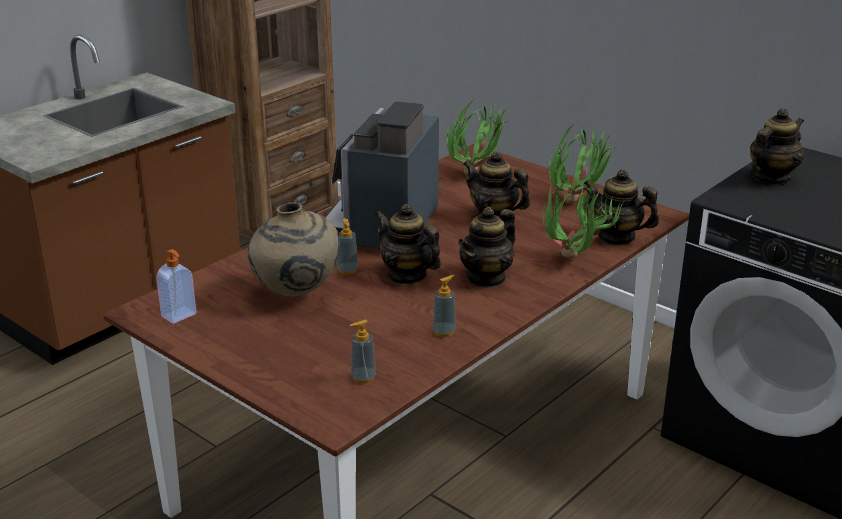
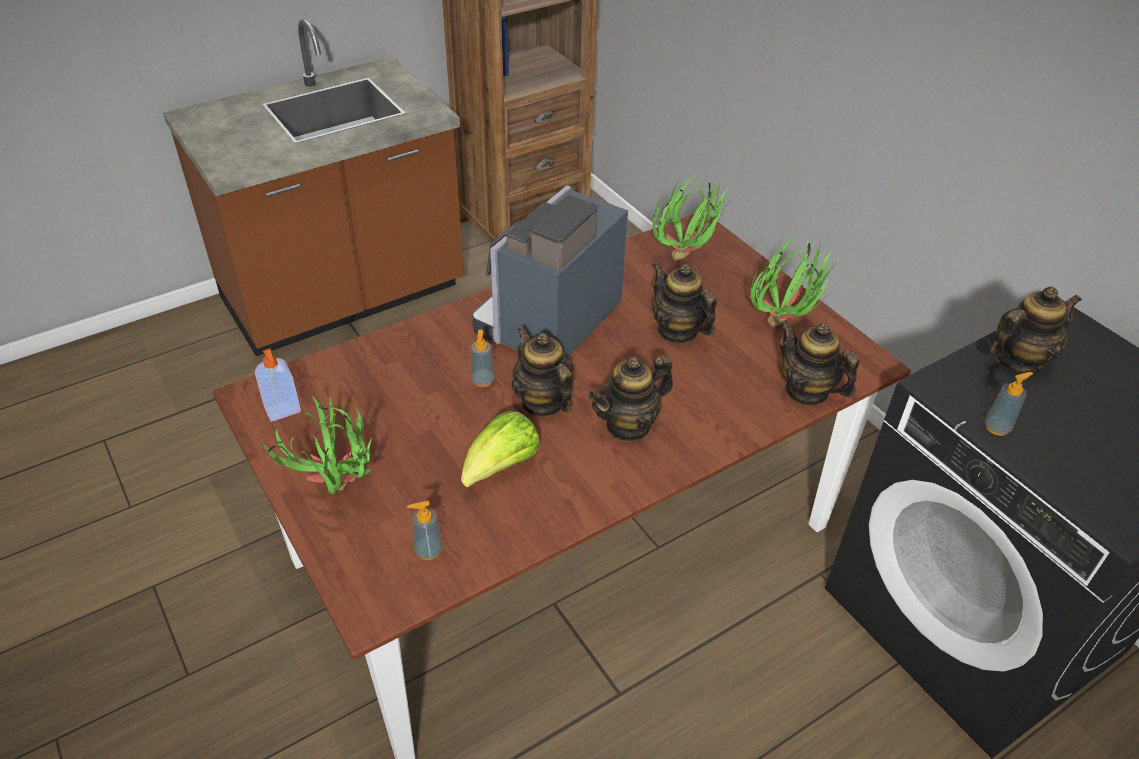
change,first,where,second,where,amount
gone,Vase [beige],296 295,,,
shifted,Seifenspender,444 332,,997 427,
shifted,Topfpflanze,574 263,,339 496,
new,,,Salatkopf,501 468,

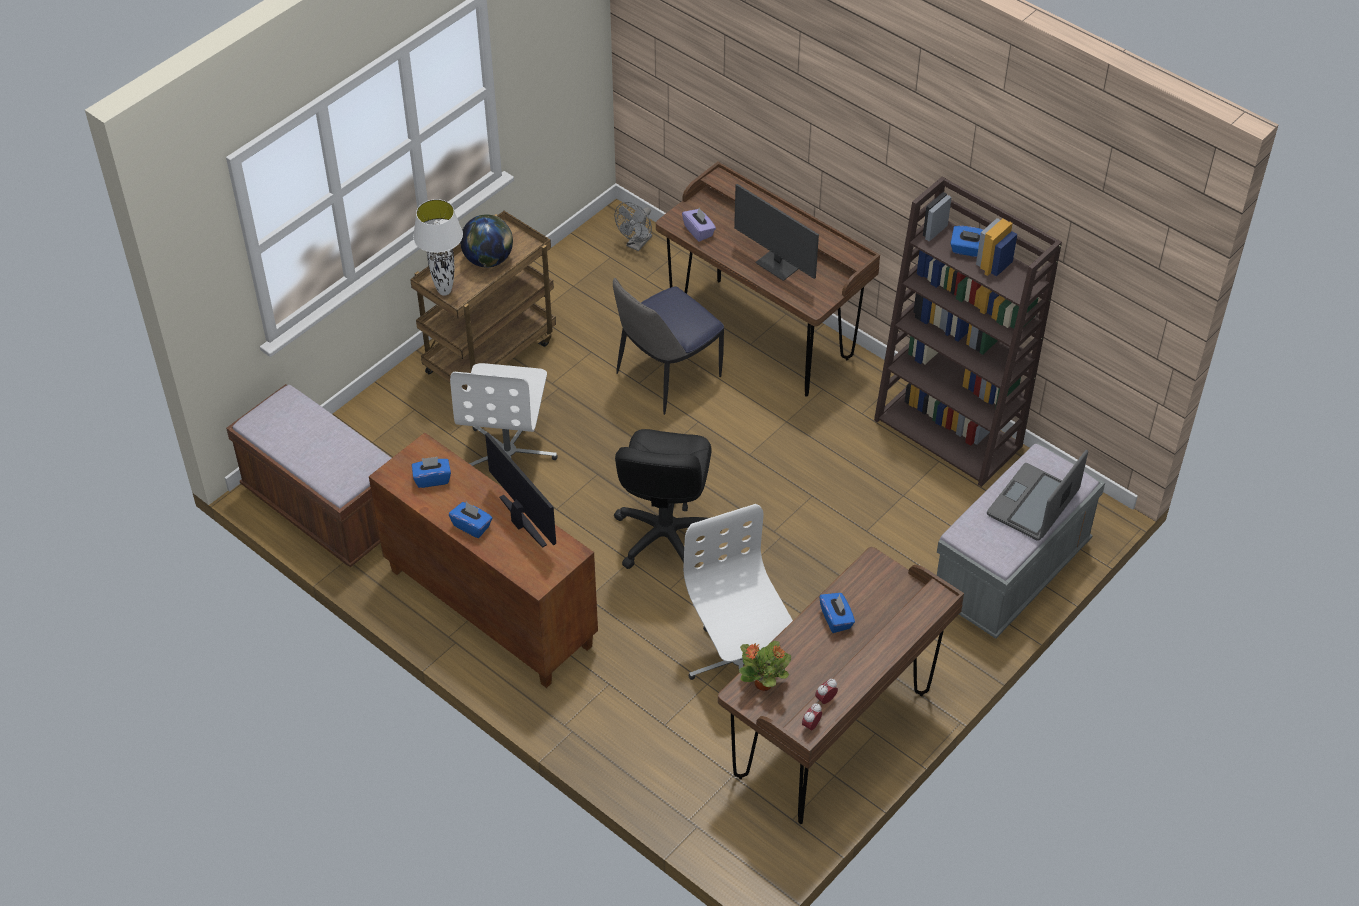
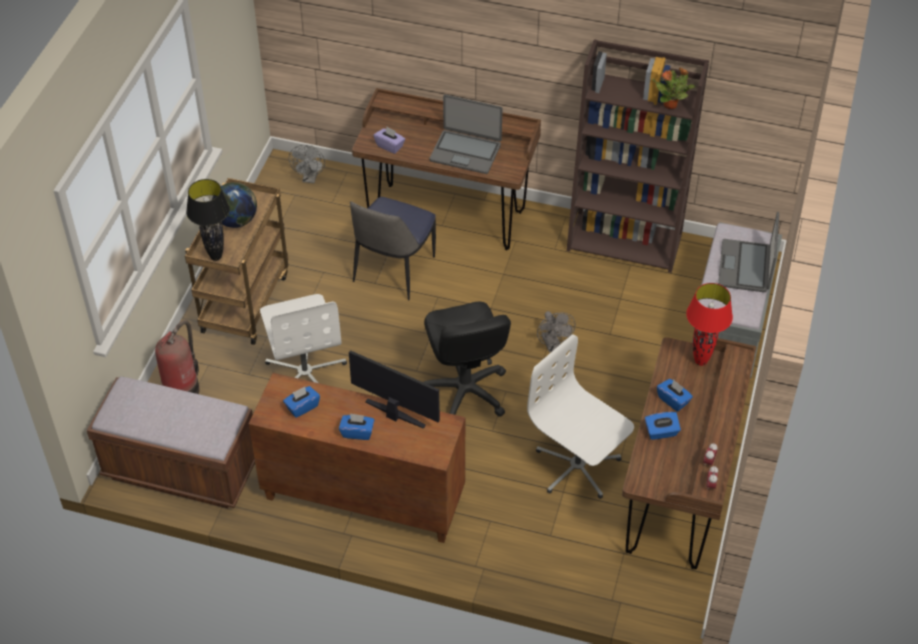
change,first,where,second,where,amount
repainted,Tischlampe [weiß],445 291,Tischlampe [schwarz],216 257,
swapped,Monitor,778 265,Laptop,465 152,
shifted,Topfpflanze,764 683,,671 105,
shifted,Taschentuchbox [blau],968 250,,661 432,
new,,,Feuerlöscher,183 388,
new,,,Ventilator [grau],553 345,
new,,,Tischlampe [rot],700 361,

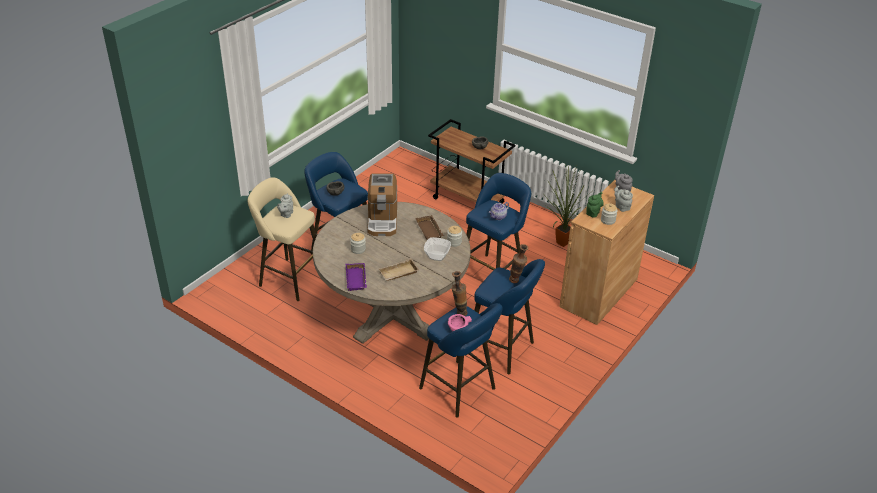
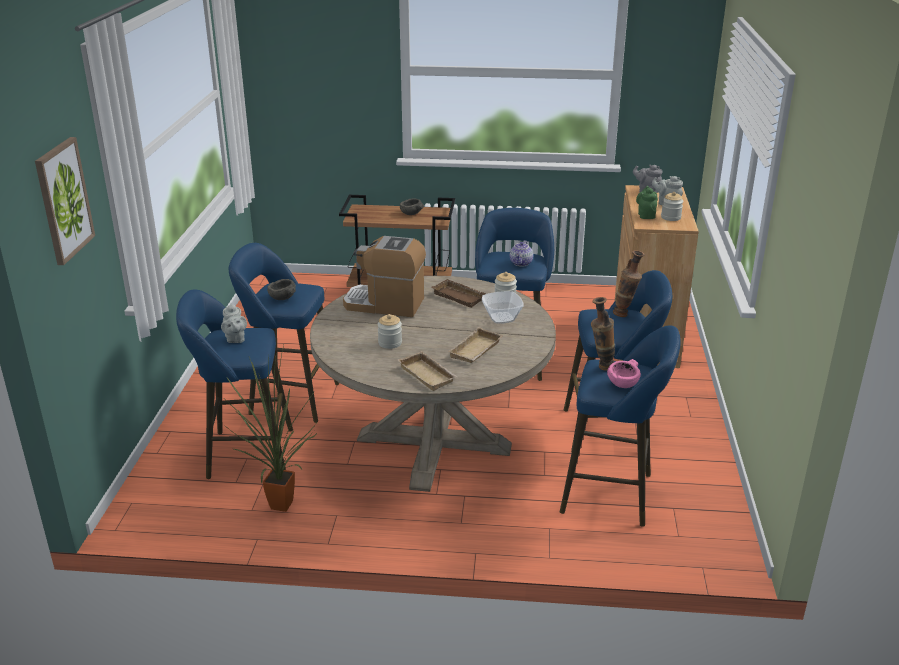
change,first,where,second,where,amount
repainted,Hocker [beige],289 278,Hocker [blau],244 453,
repainted,Tablett [lila],357 279,Tablett [beige],429 375,
rotated,Kaffeemaschine,382 220,,385 304,135 degrees clockwise
shifted,Topfpflanze,560 244,,279 508,
new,,,Bild,63 200,

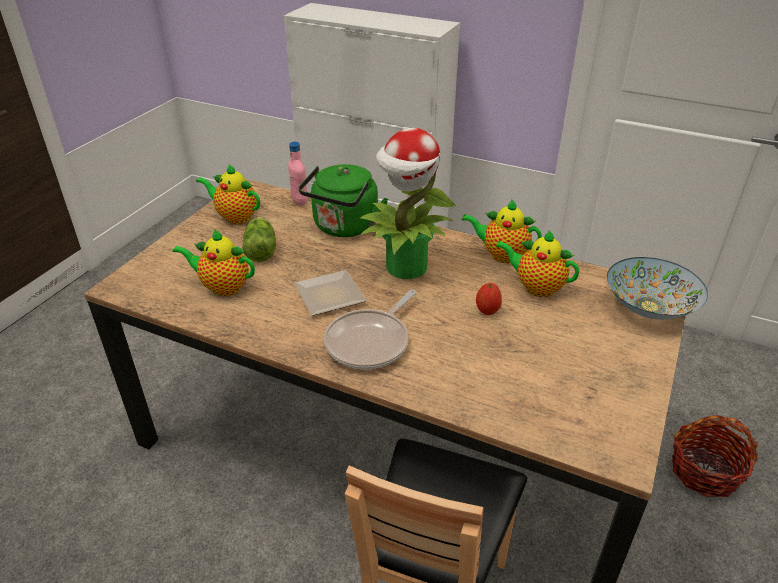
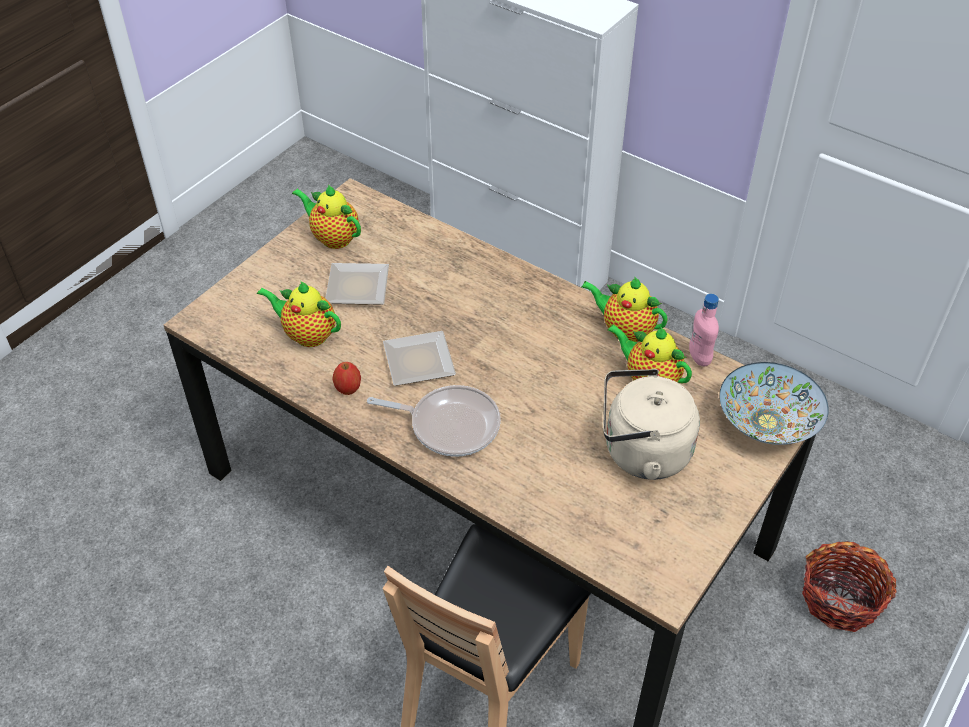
change,first,where,second,where,amount
swapped,Salatkopf,261 249,Teller,355 288,
shifted,Flasche [rosa],299 201,,699 357,
gone,Wasserkessel [grün],344 227,,,
rotated,Pfanne,370 342,,449 425,120 degrees counterclockwise
gone,Topfpflanze,406 268,,,
shifted,Apfel,487 310,,348 388,
new,,,Wasserkessel [beige],641 452,

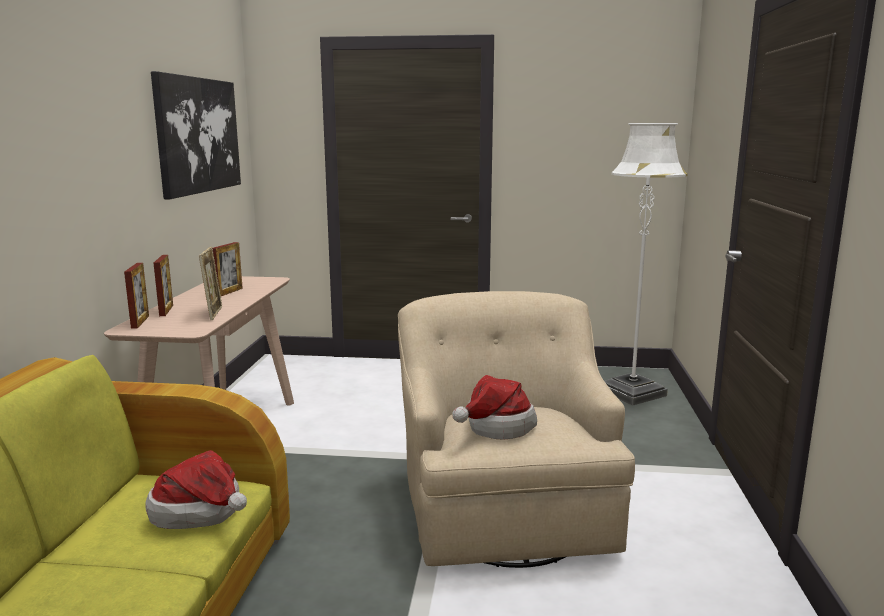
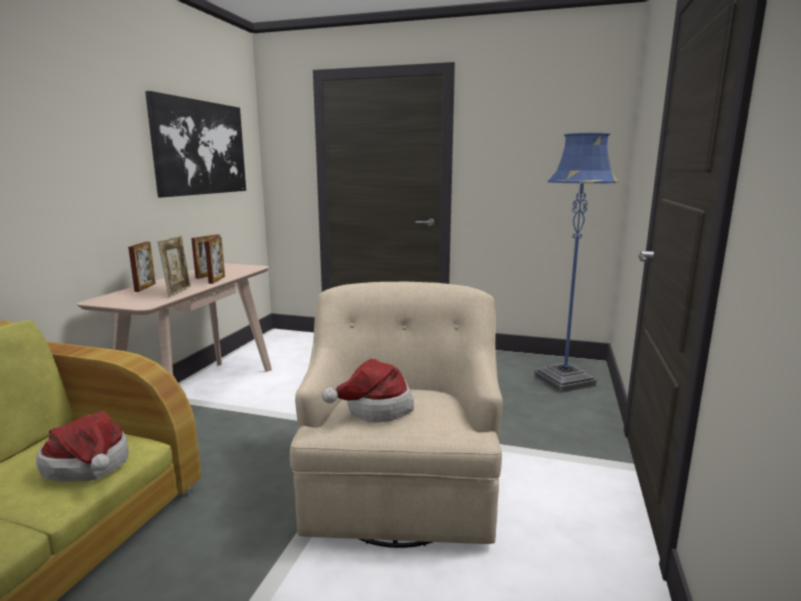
change,first,where,second,where,amount
shifted,Bilderrahmen,140 322,,217 280,
repainted,Stehlampe [weiß],632 393,Stehlampe [blau],564 381,

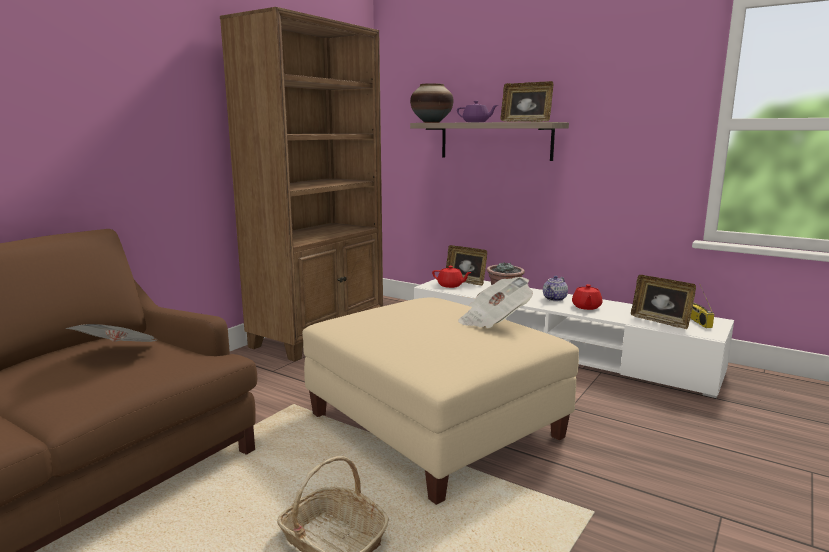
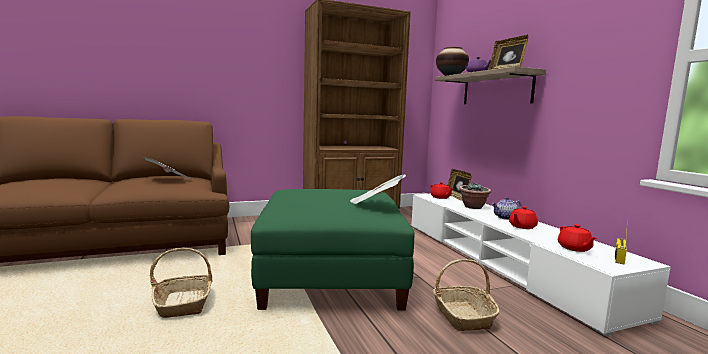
change,first,where,second,where,amount
repainted,Polsterhocker [beige],434 425,Polsterhocker [grün],331 275,
swapped,Bilderrahmen,660 321,Teekanne [rot],574 248,
new,,,Korb,462 315,

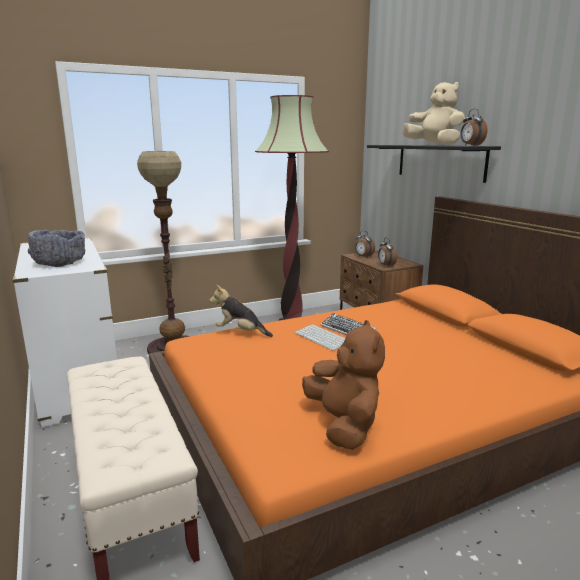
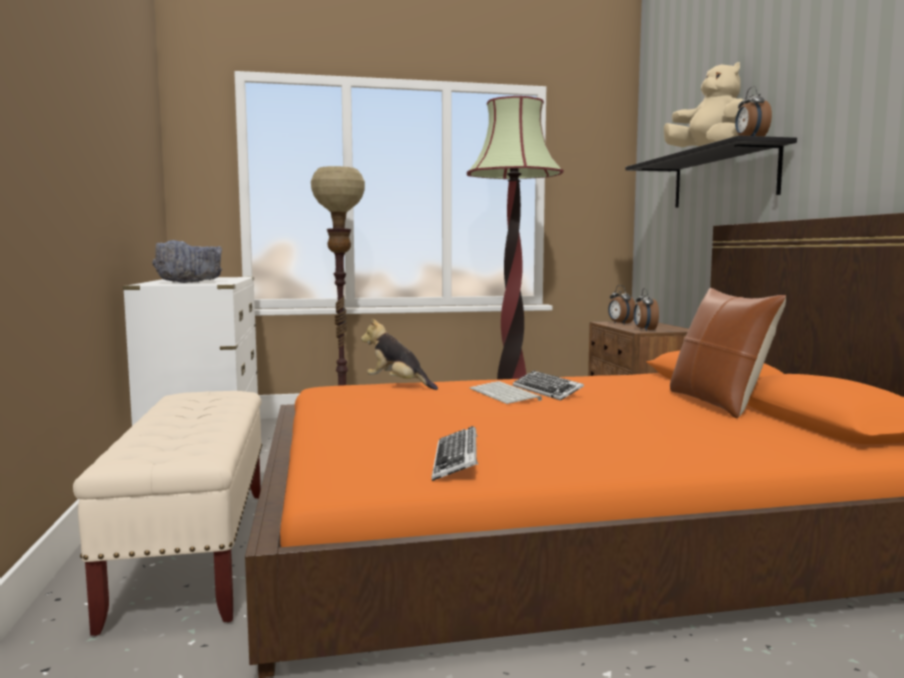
change,first,where,second,where,amount
swapped,Plüschtier [braun],344 425,Tastatur,456 461,
new,,,Kissen [braun],718 403,

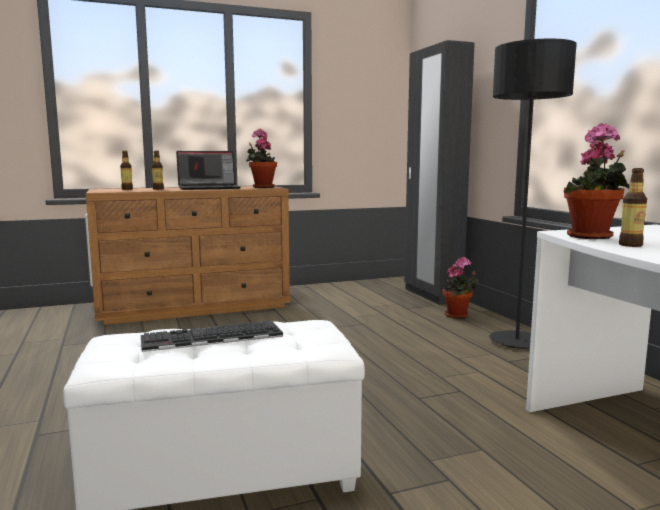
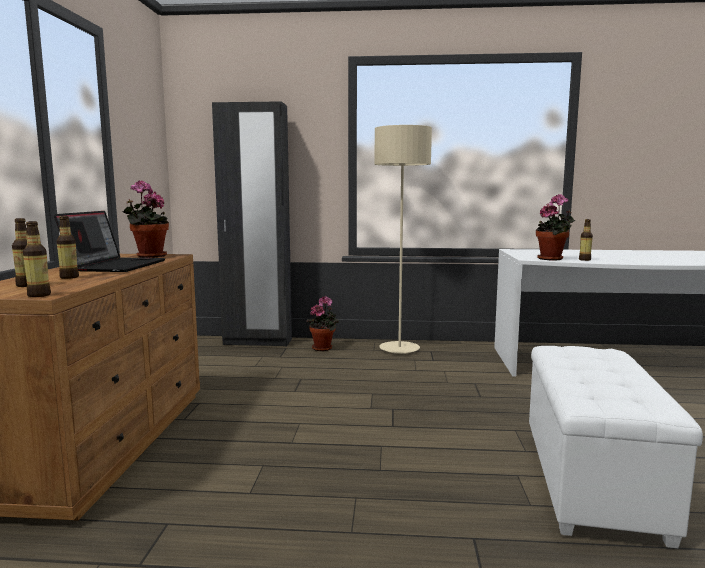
change,first,where,second,where,amount
gone,Tastatur,210 337,,,
repainted,Stehlampe [schwarz],516 342,Stehlampe [beige],399 349,
new,,,Flasche,39 295,

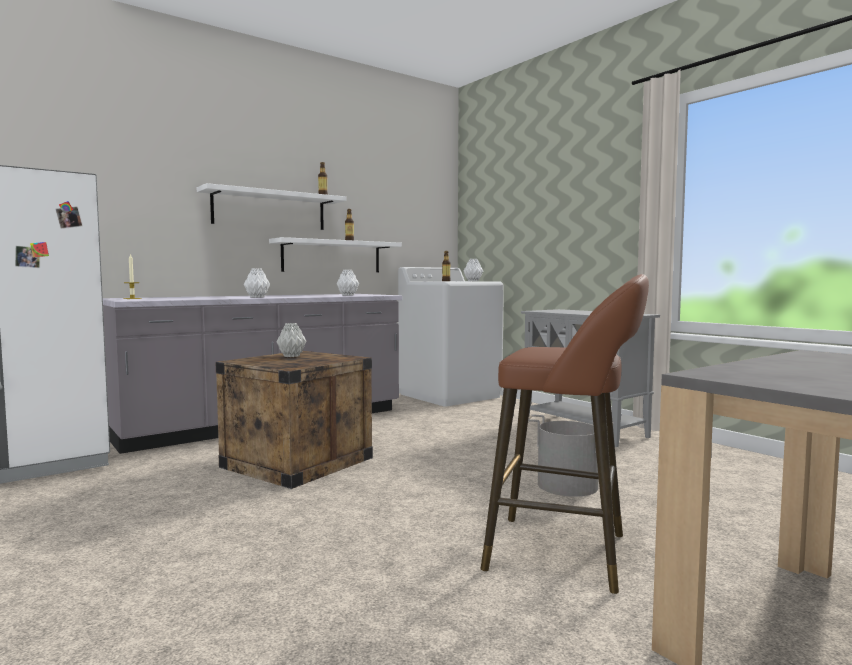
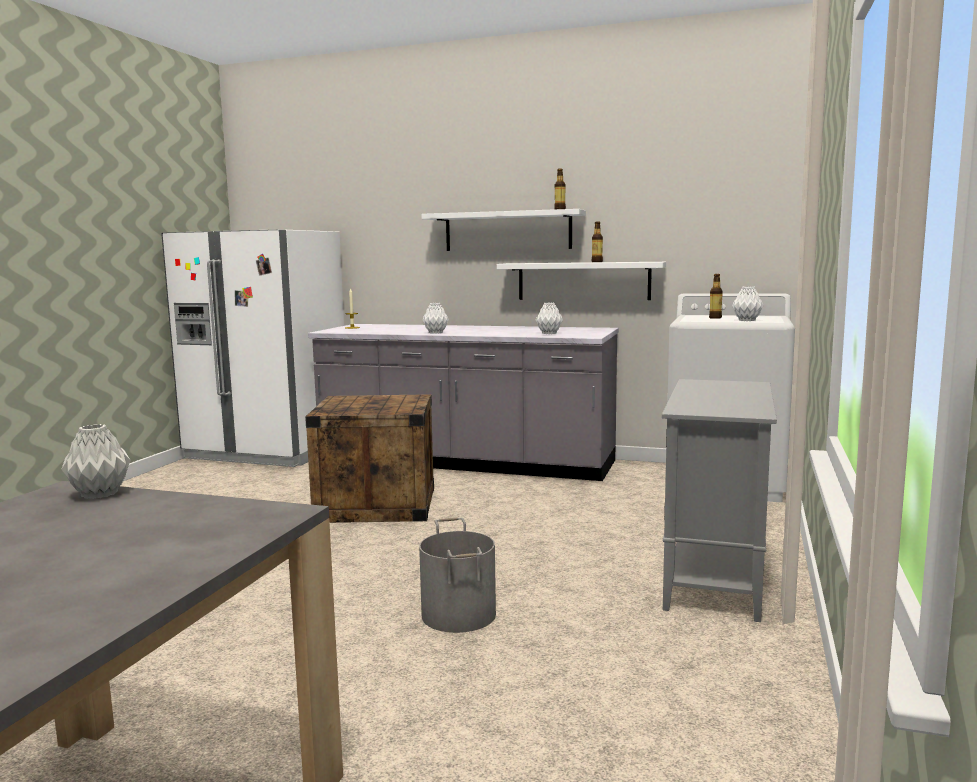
change,first,where,second,where,amount
shifted,Vase [grau],291 356,,98 494,
gone,Hocker [braun],566 553,,,

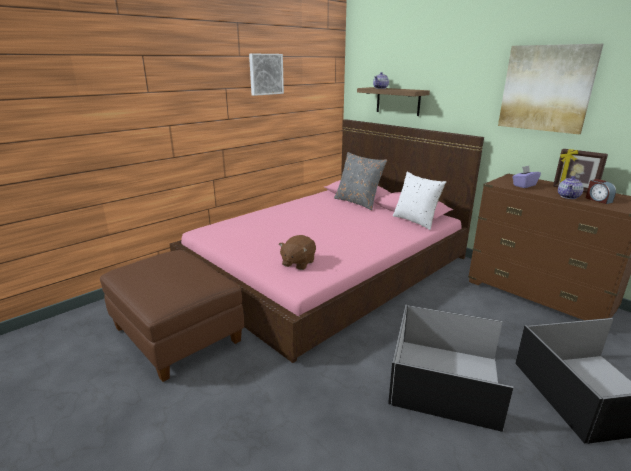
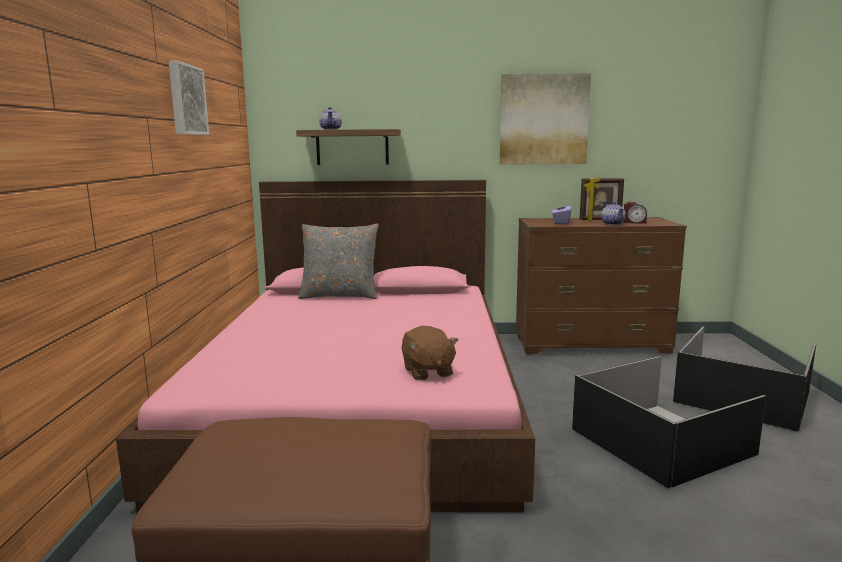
change,first,where,second,where,amount
gone,Kissen [weiß],415 221,,,

